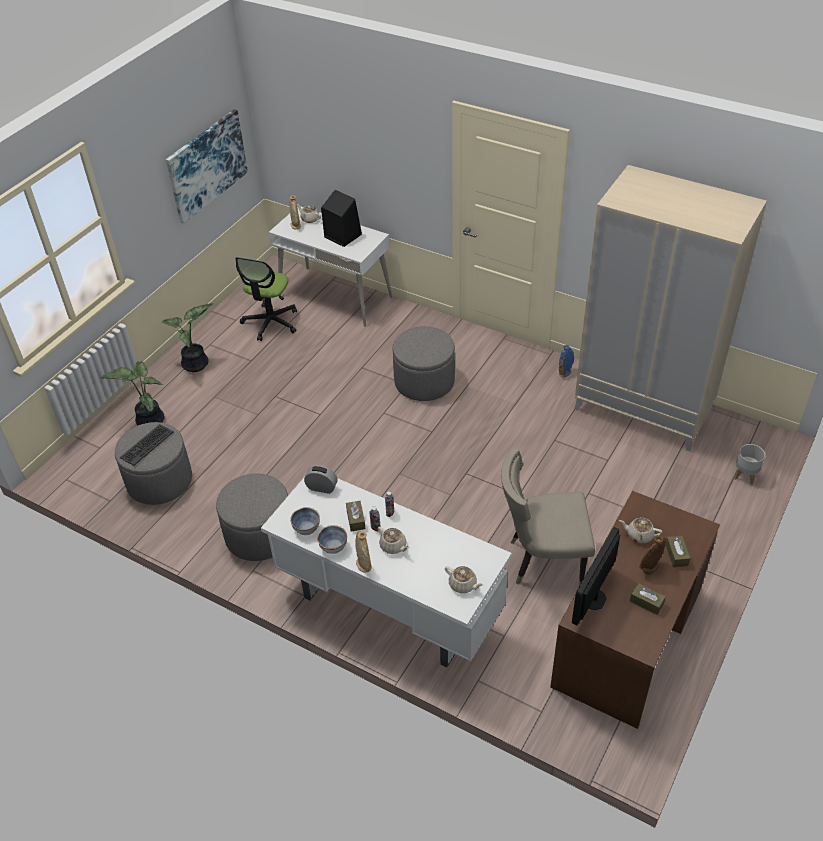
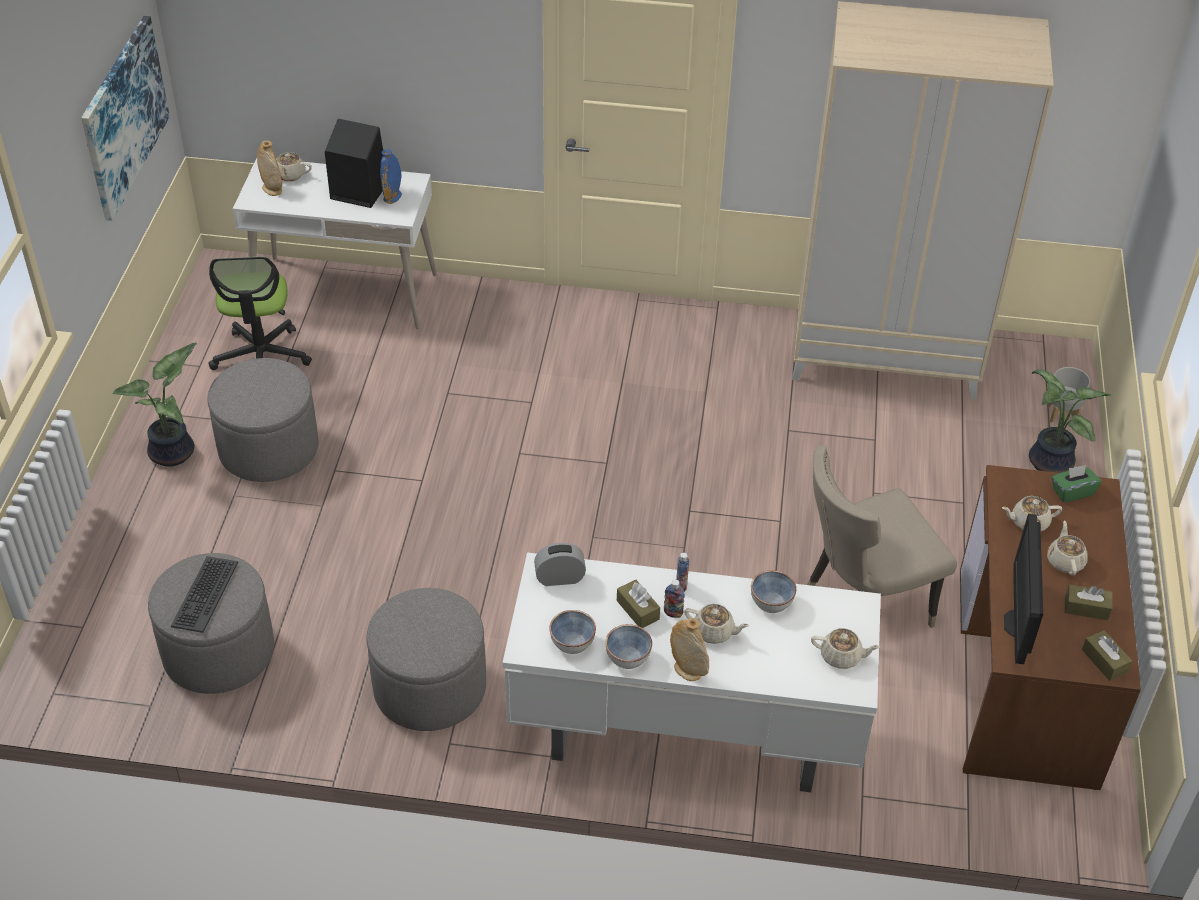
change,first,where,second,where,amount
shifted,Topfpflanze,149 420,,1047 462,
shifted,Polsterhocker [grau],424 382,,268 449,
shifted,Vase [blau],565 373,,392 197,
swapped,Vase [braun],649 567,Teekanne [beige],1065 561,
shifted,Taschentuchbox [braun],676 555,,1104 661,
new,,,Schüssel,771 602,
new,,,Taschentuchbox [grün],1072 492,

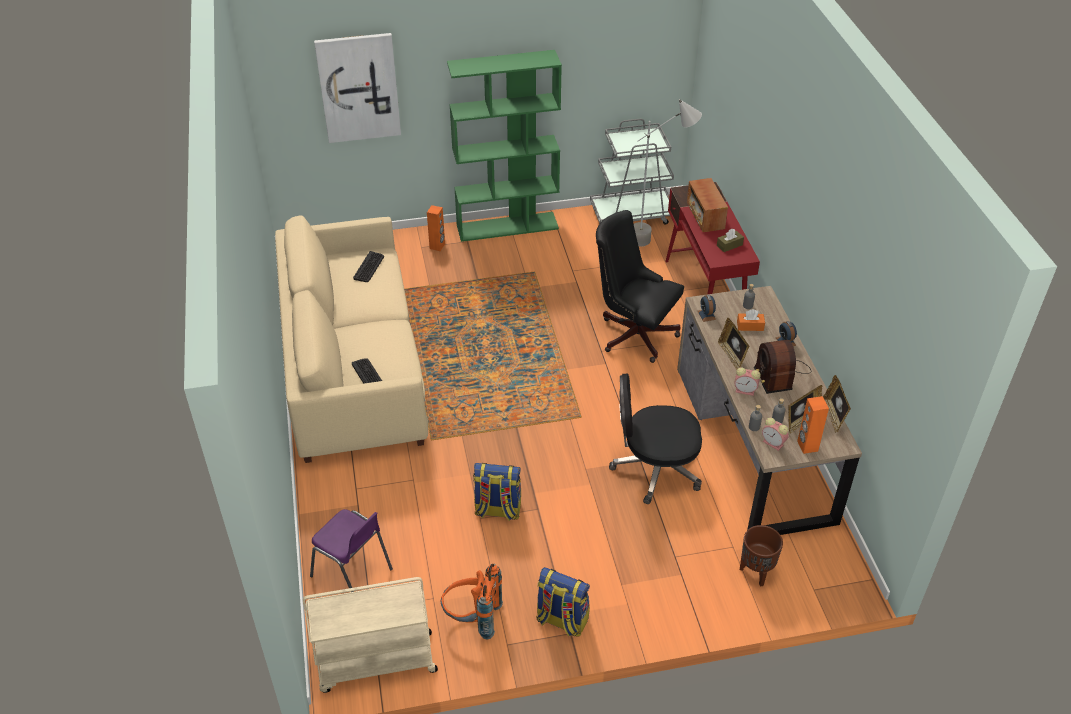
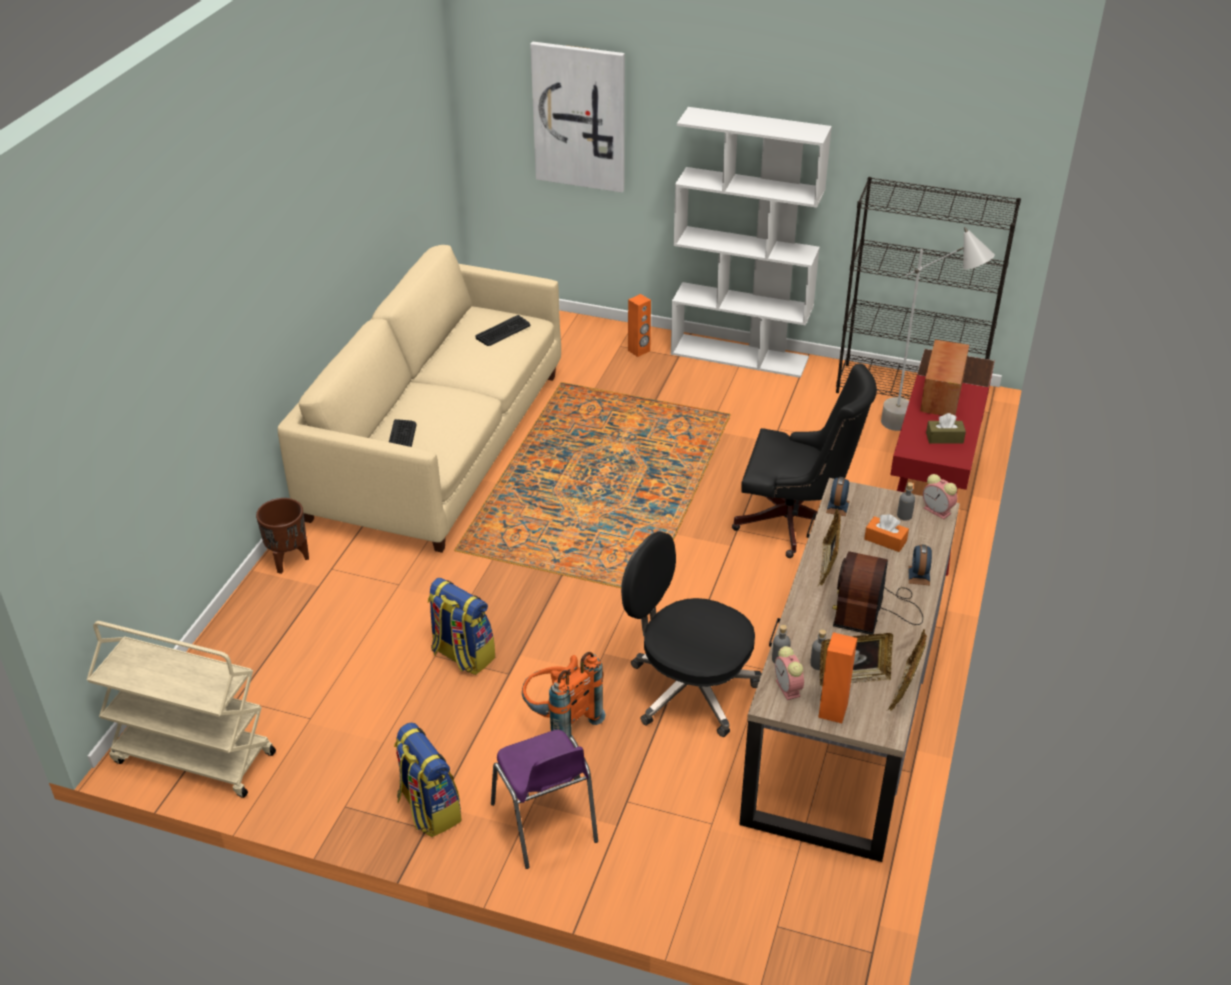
change,first,where,second,where,amount
shifted,Stuhl [lila],353 573,,545 825,
shifted,Rucksack [orange],473 619,,560 722,
repainted,Bücherregal [grün],508 226,Bücherregal [weiß],740 355,
swapped,Rollwagen [grau],632 214,Bücherregal [schwarz],910 390,
rotated,Bürostuhl [schwarz],633 333,,796 524,135 degrees clockwise
shifted,Wecker,746 390,,938 511,
shifted,Pflanzkübel [braun],755 572,,288 560,

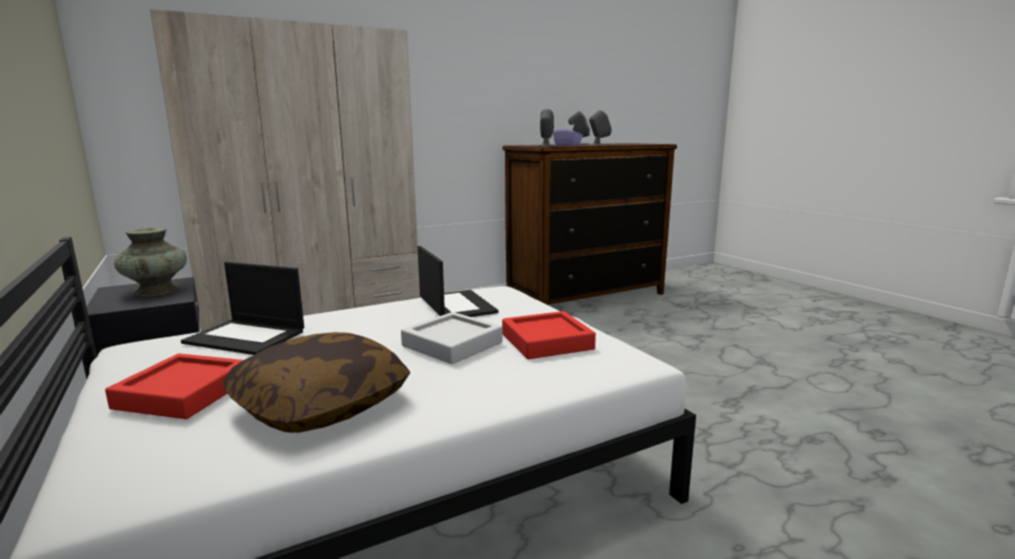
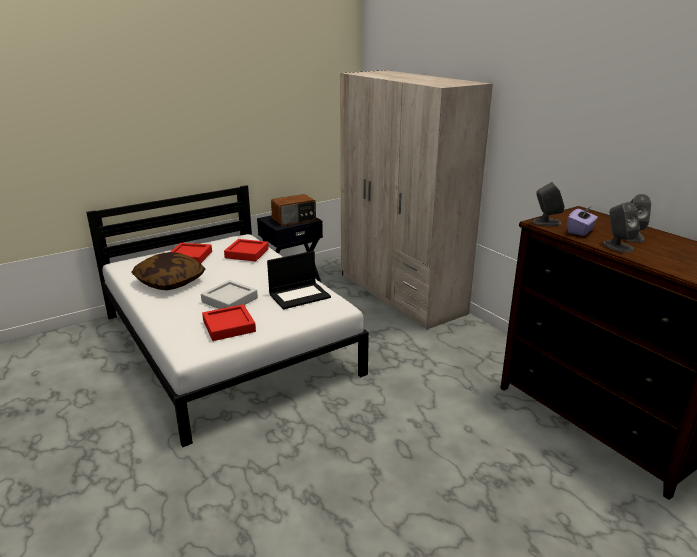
change,first,where,second,where,amount
swapped,Vase [türkis],157 290,Radio,294 220,
swapped,Laptop,247 337,Tablett [rot],247 253,

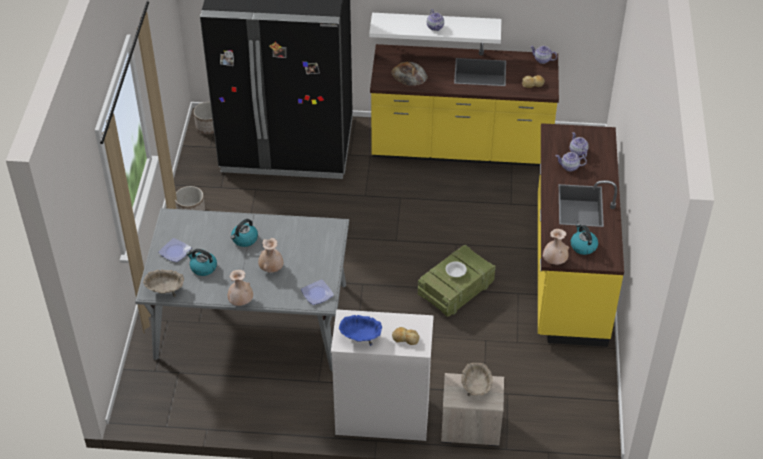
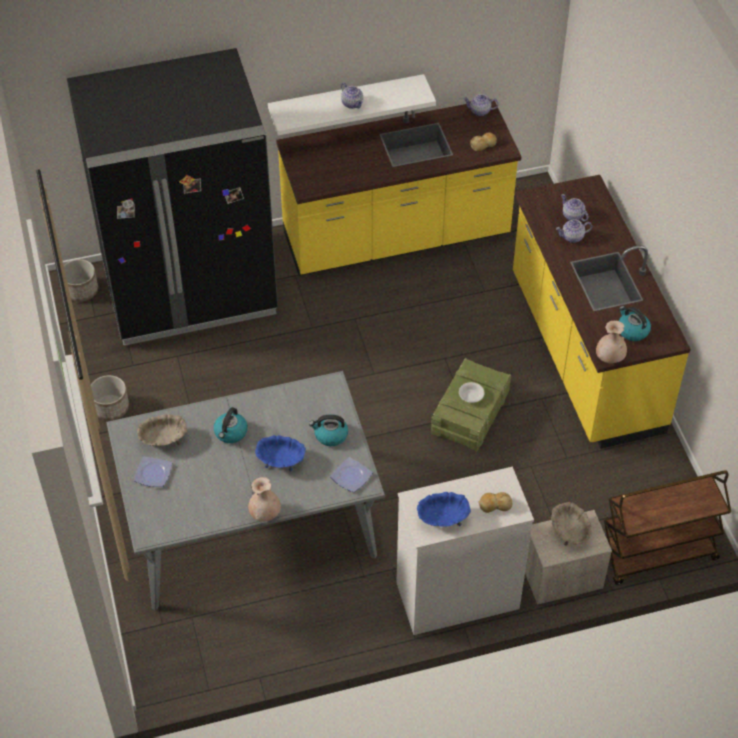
change,first,where,second,where,amount
shifted,Schüssel [beige],165 290,,163 440,
shifted,Wasserkessel,203 267,,330 435,
swapped,Vase [beige],271 268,Schüssel [blau],281 461,
gone,Brot,409 75,,,
new,,,Rollwagen [braun],657 554,

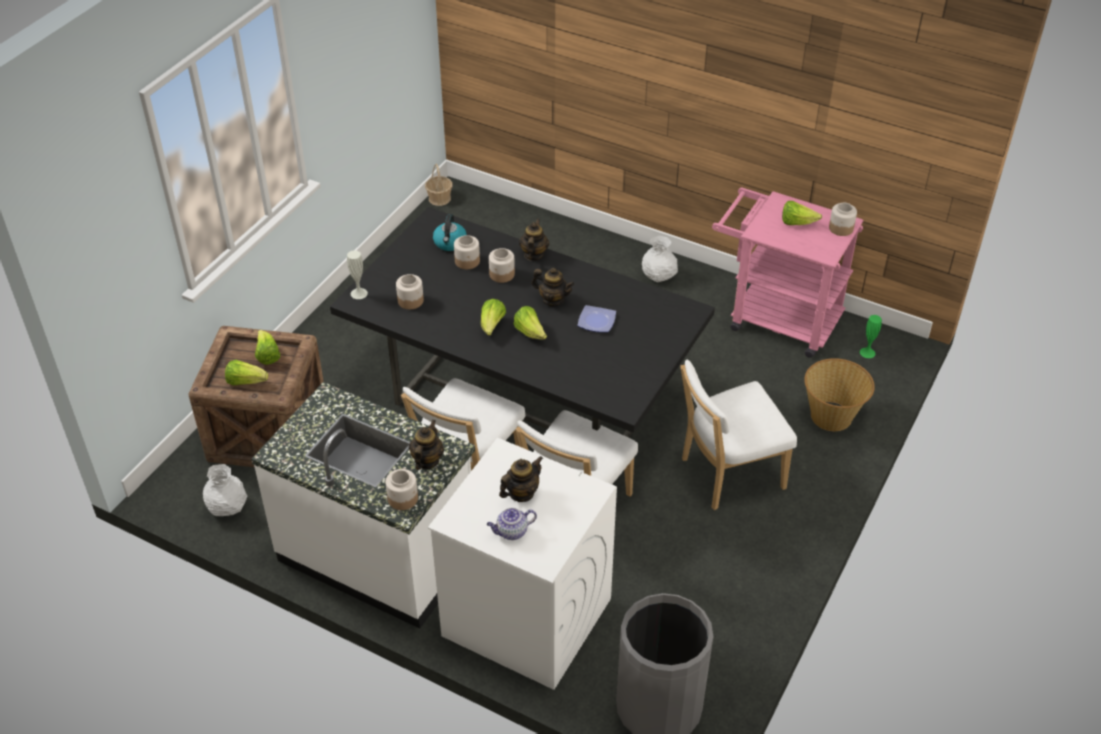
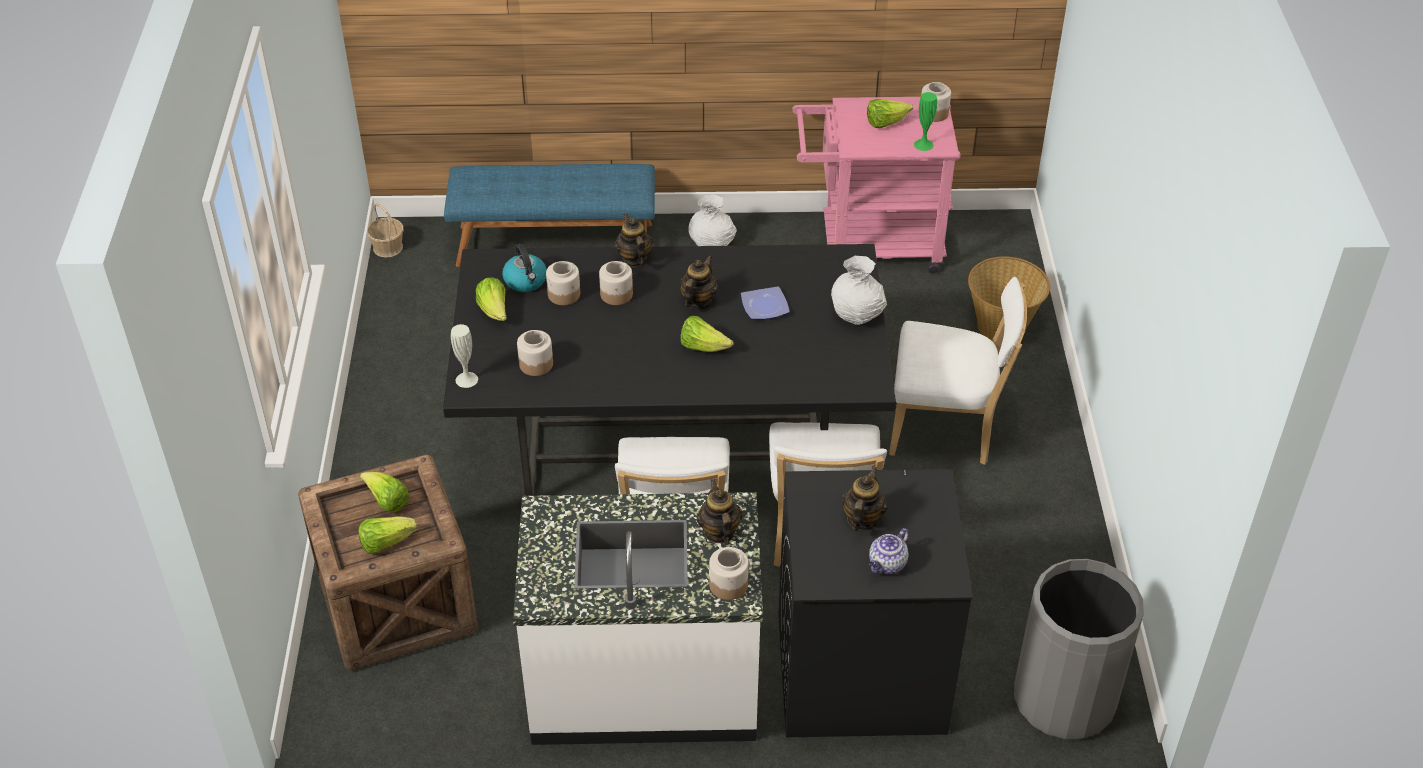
change,first,where,second,where,amount
shifted,Vase [weiß],228 508,,857 315,
repainted,Waschmaschine [weiß],525 617,Waschmaschine [schwarz],859 673,
shifted,Salatkopf,492 326,,494 311,
rotated,Teekanne,553 300,,698 301,60 degrees counterclockwise
rotated,Stuhl [weiß],727 474,,947 429,120 degrees counterclockwise
shifted,Vase [grün],867 352,,923 144,
new,,,Bank [blau],555 243,

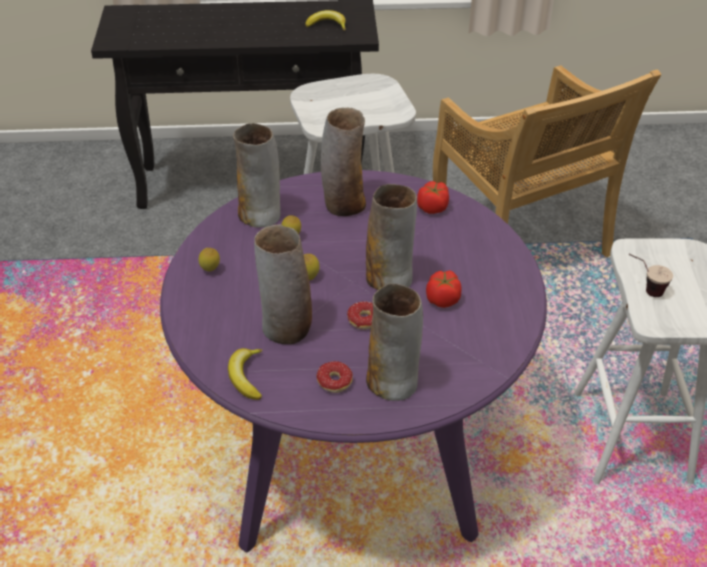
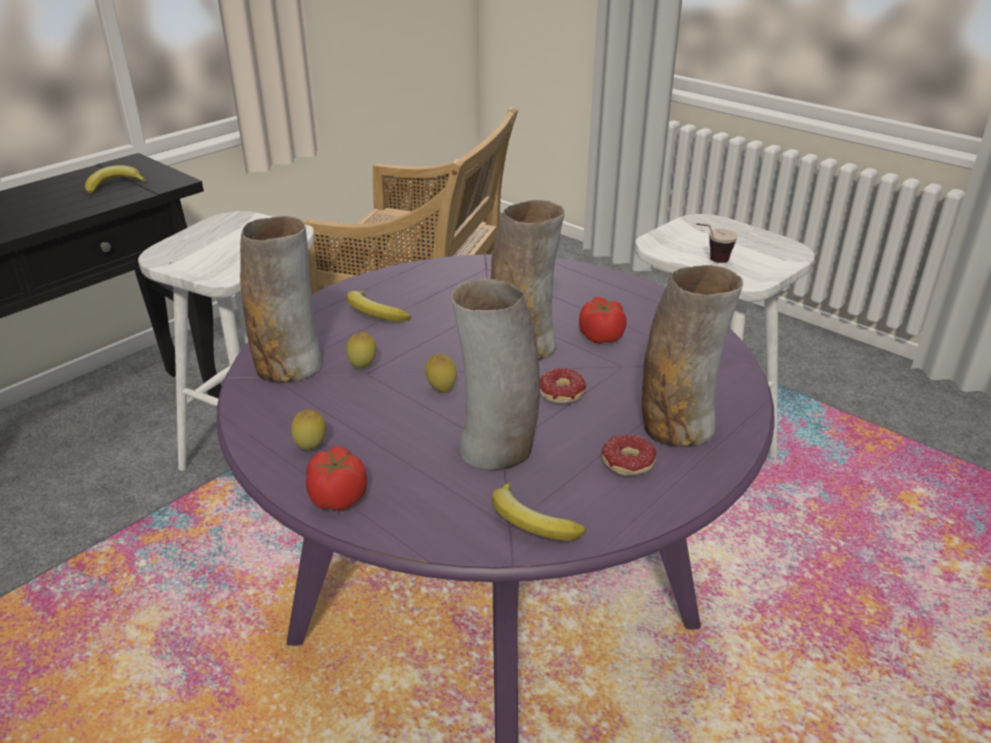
change,first,where,second,where,amount
swapped,Vase,343 204,Banane,374 313,
shifted,Tomate,433 207,,338 497,

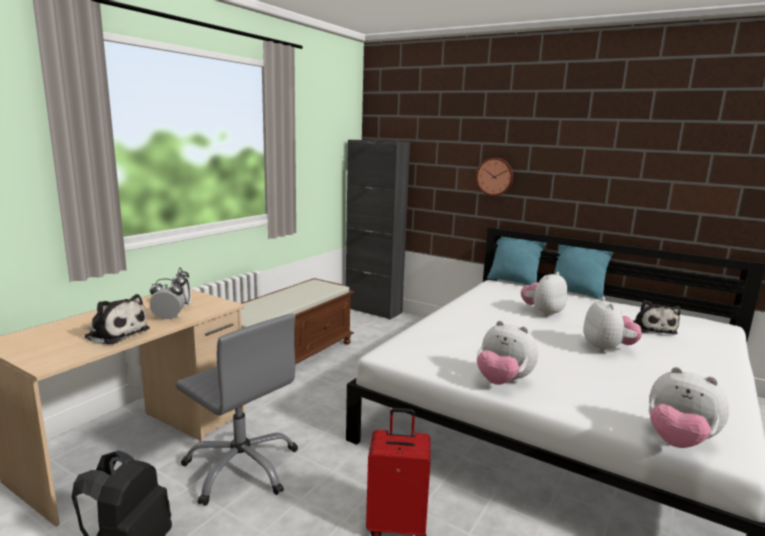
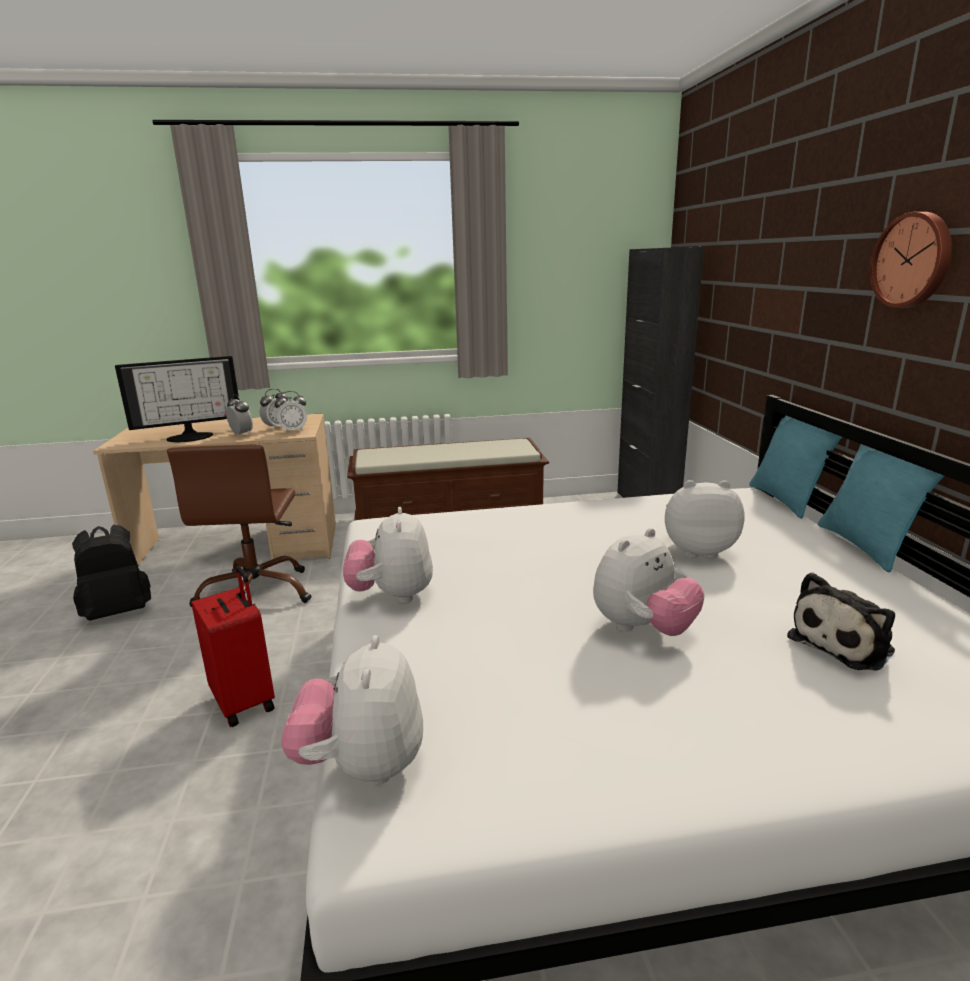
change,first,where,second,where,amount
swapped,Plüschtier,115 333,Monitor,190 436,
repainted,Bürostuhl [grau],242 467,Bürostuhl [braun],256 594,
shifted,Wanduhr,495 176,,913 260,
new,,,Wecker,294 430,

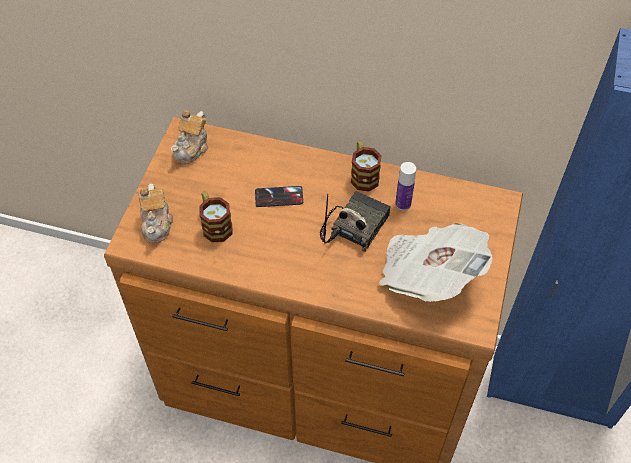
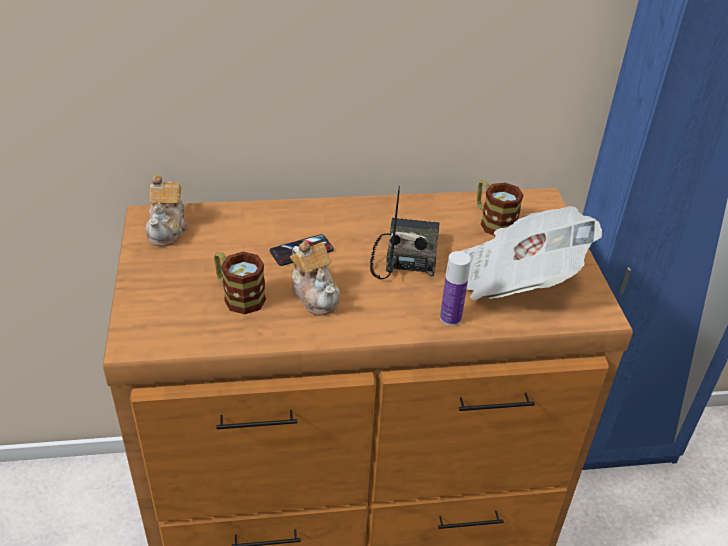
change,first,where,second,where,amount
shifted,Teekanne,157 223,,315 294,
shifted,Henkelbecher,363 174,,493 222,
shifted,Flasche,403 204,,450 318,

